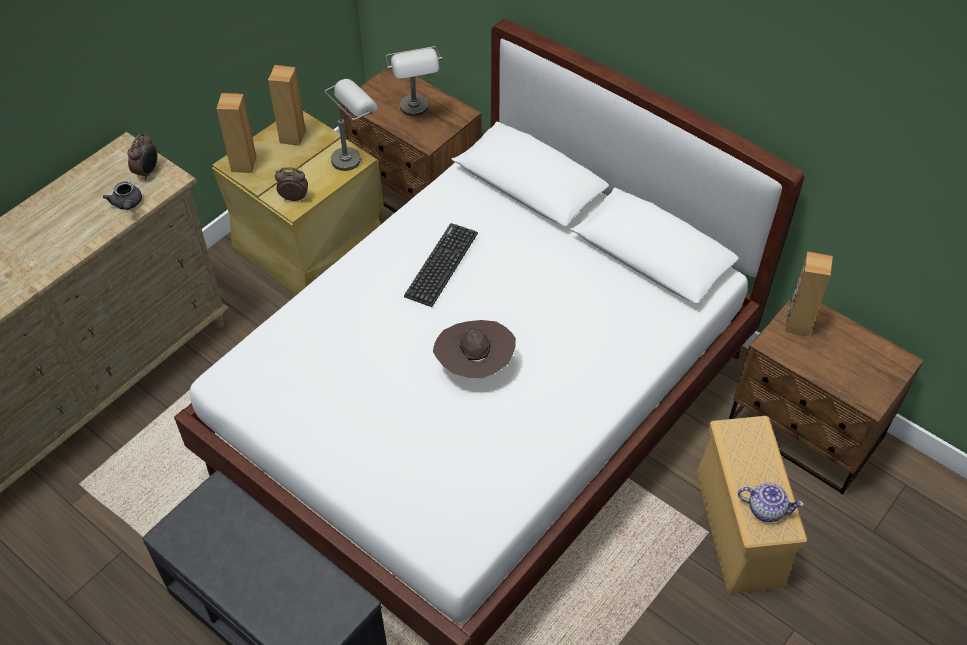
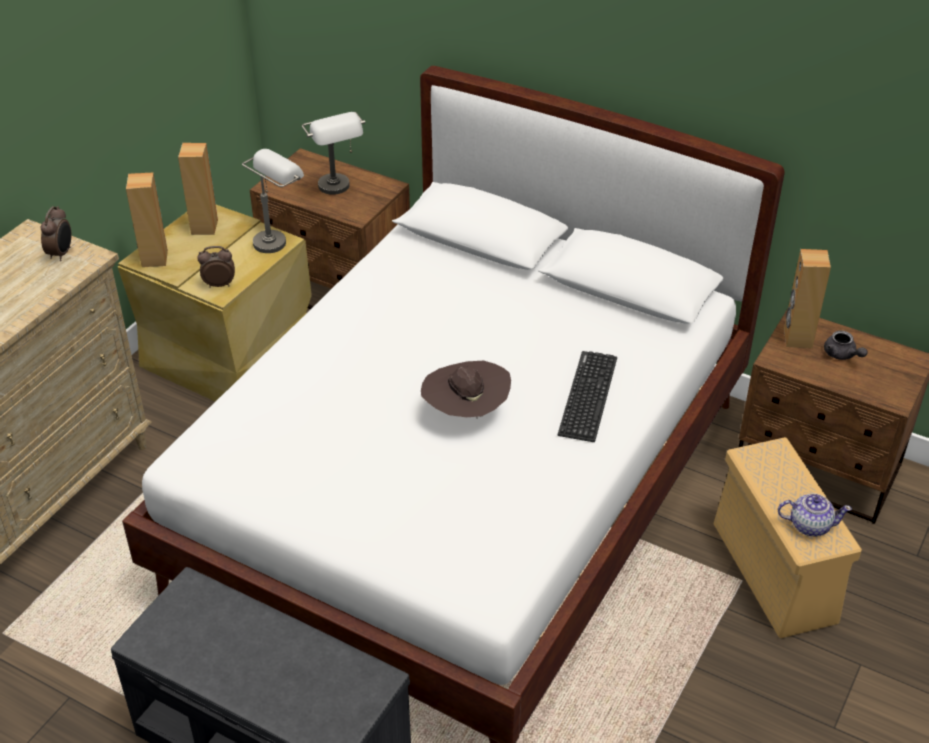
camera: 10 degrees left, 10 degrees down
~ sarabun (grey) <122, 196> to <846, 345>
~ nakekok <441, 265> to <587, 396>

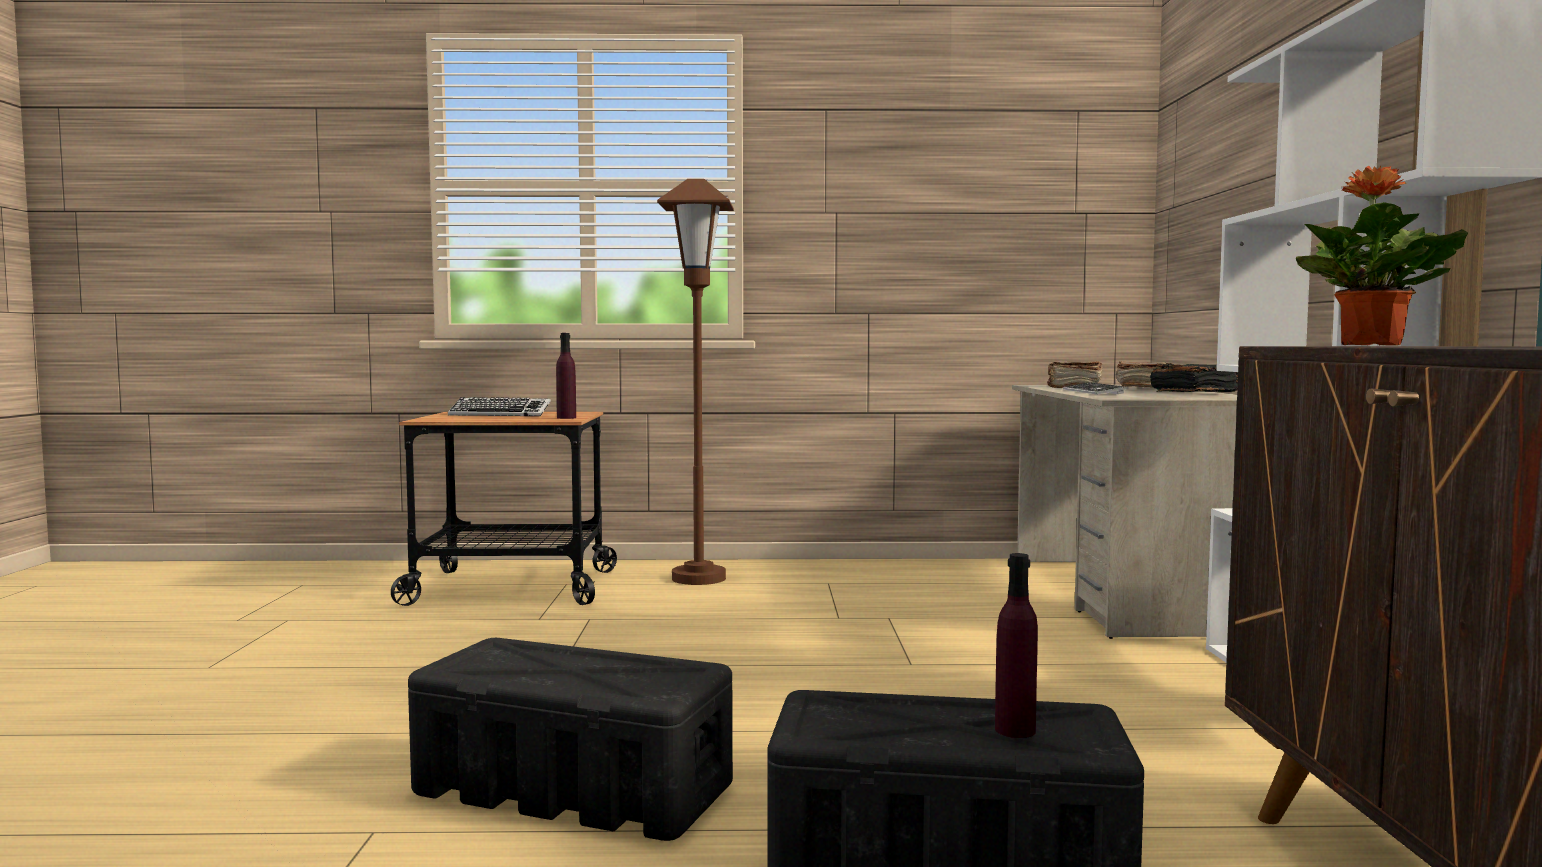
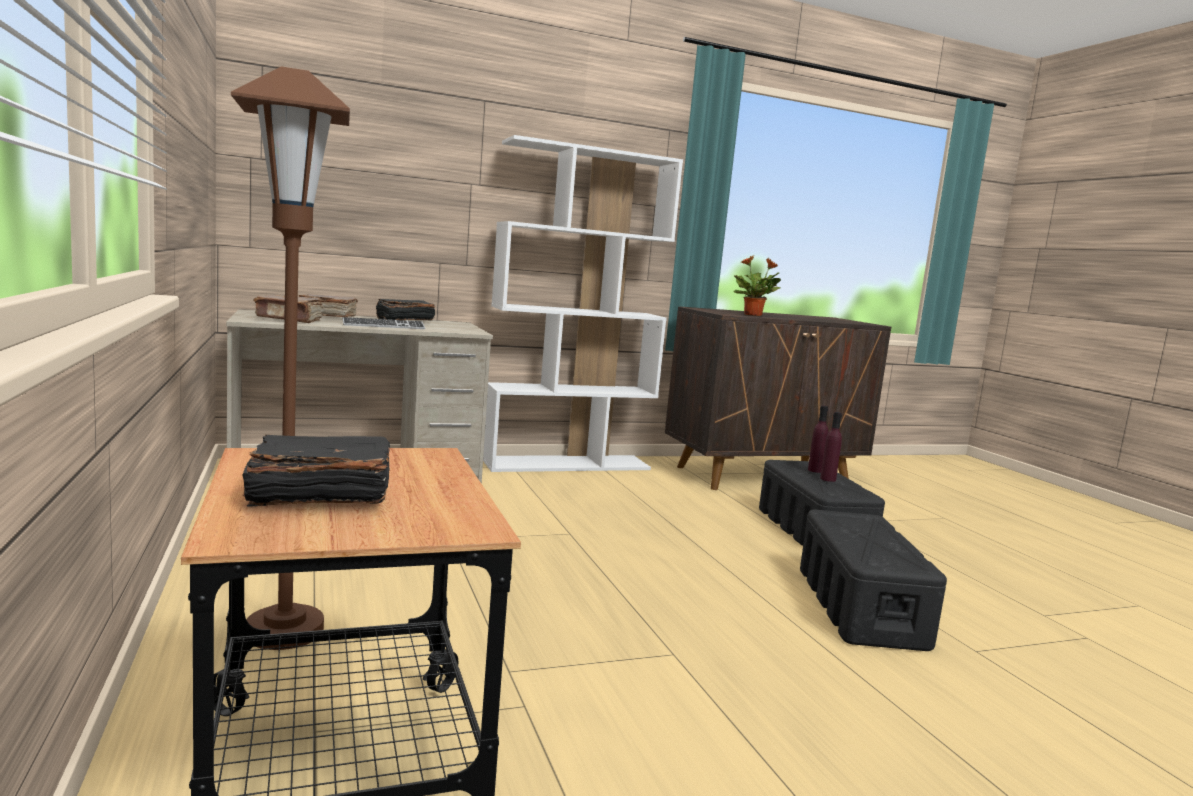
camera: 110 degrees left, 5 degrees up
~ nakekok <499, 406> to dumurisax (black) <316, 471>
~ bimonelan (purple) <566, 376> to <831, 447>

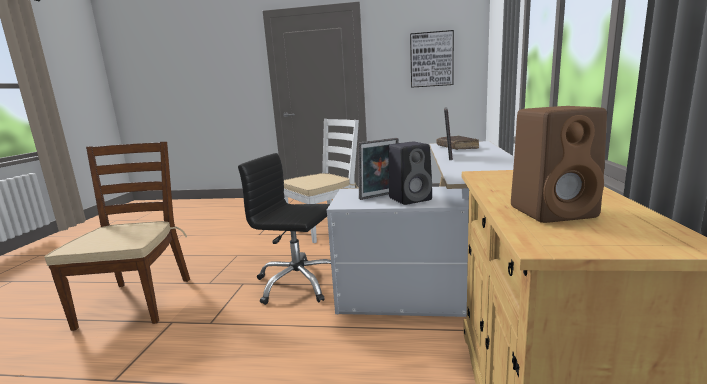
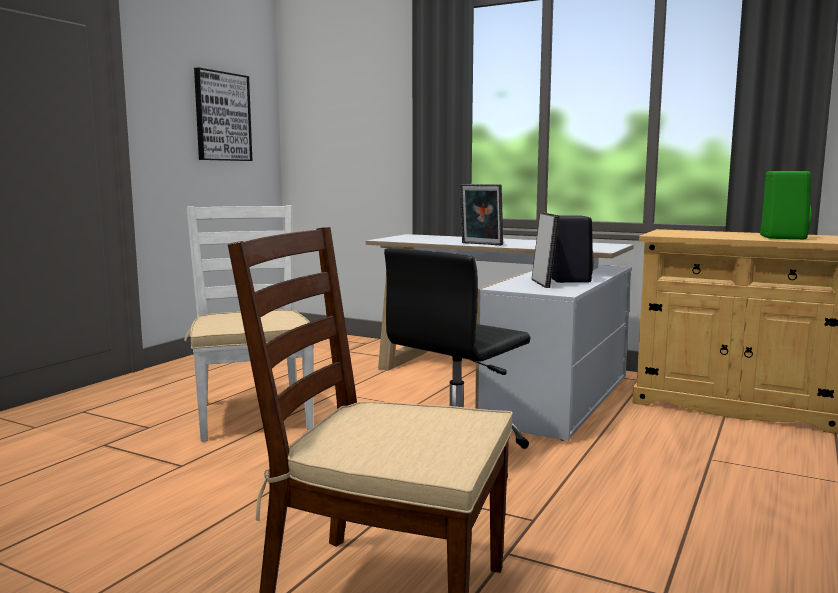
camera: 70 degrees left, 5 degrees down
- dumurisax (brown) <457, 143>
~ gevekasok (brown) <559, 164> to gevekasok (green) <785, 205>

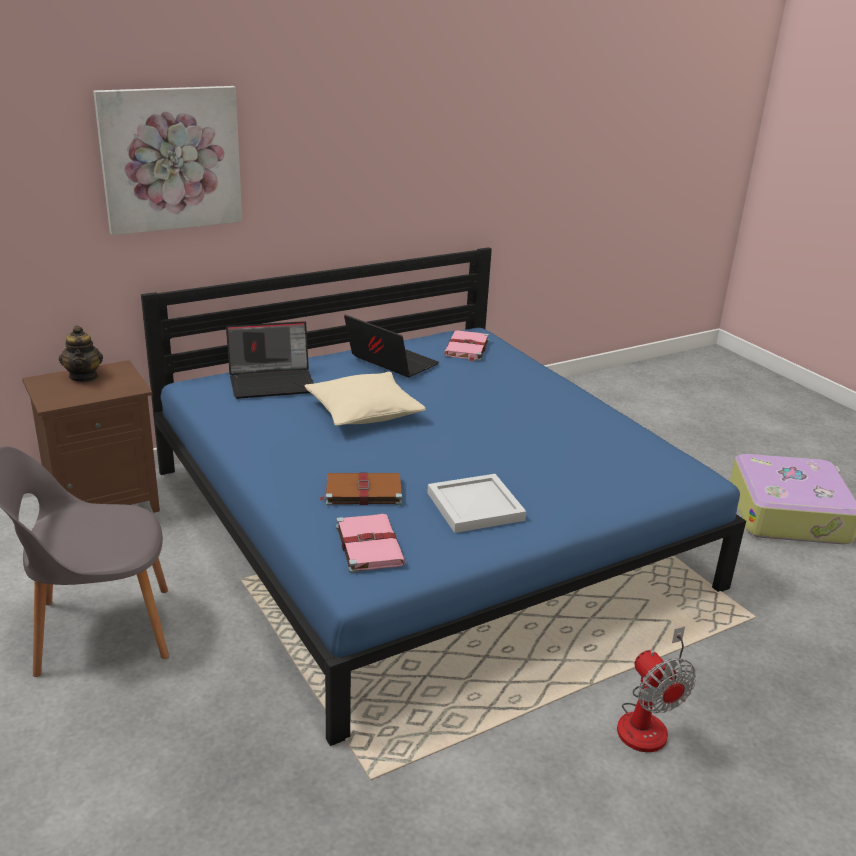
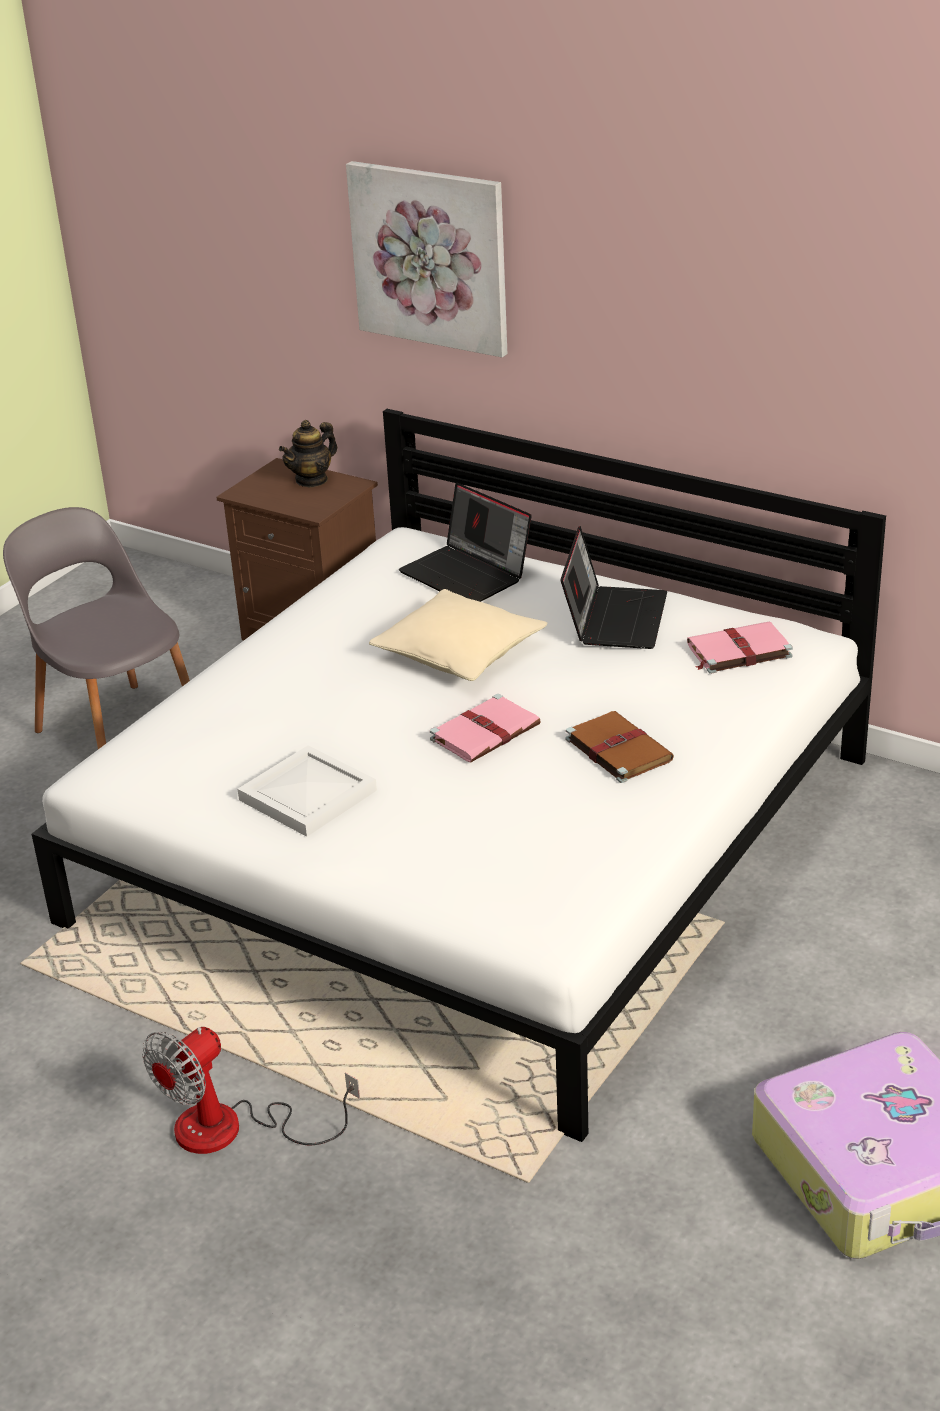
camera: 65 degrees right, 5 degrees up
~ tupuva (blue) <443, 496> to tupuva (white) <459, 775>
~ dumurisax (brown) <360, 488> to <619, 747>
~ dumurisax (pink) <370, 543> to <485, 728>

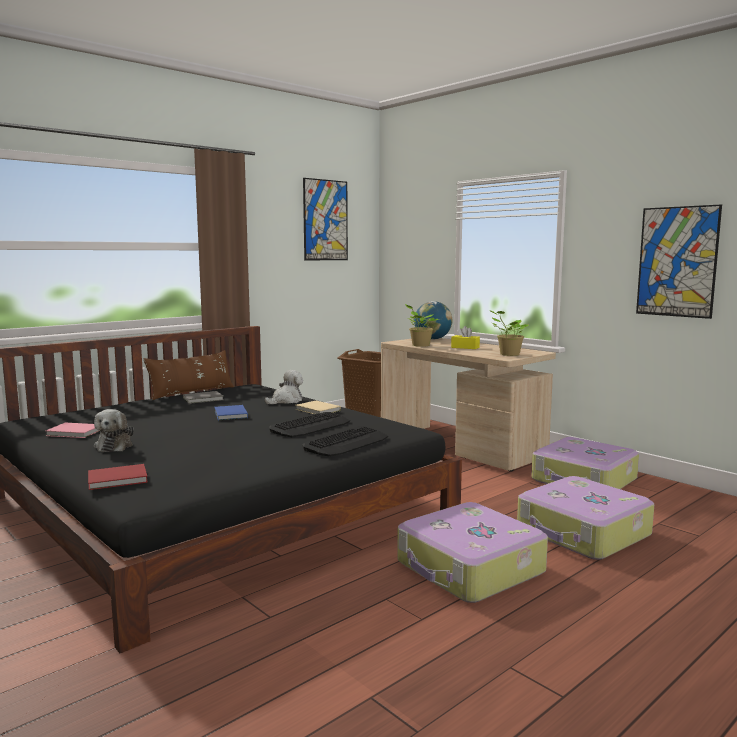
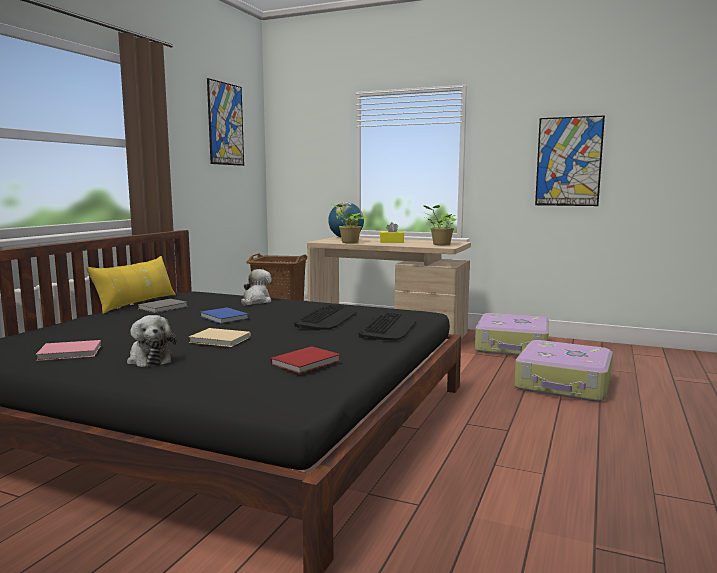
camera: 25 degrees left, 0 degrees up
~ dumurisax (red) <118, 477> to <305, 360>
~ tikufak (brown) <189, 375> to tikufak (yellow) <131, 285>
~ dumurisax (beige) <318, 407> to <220, 337>
- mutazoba <472, 552>

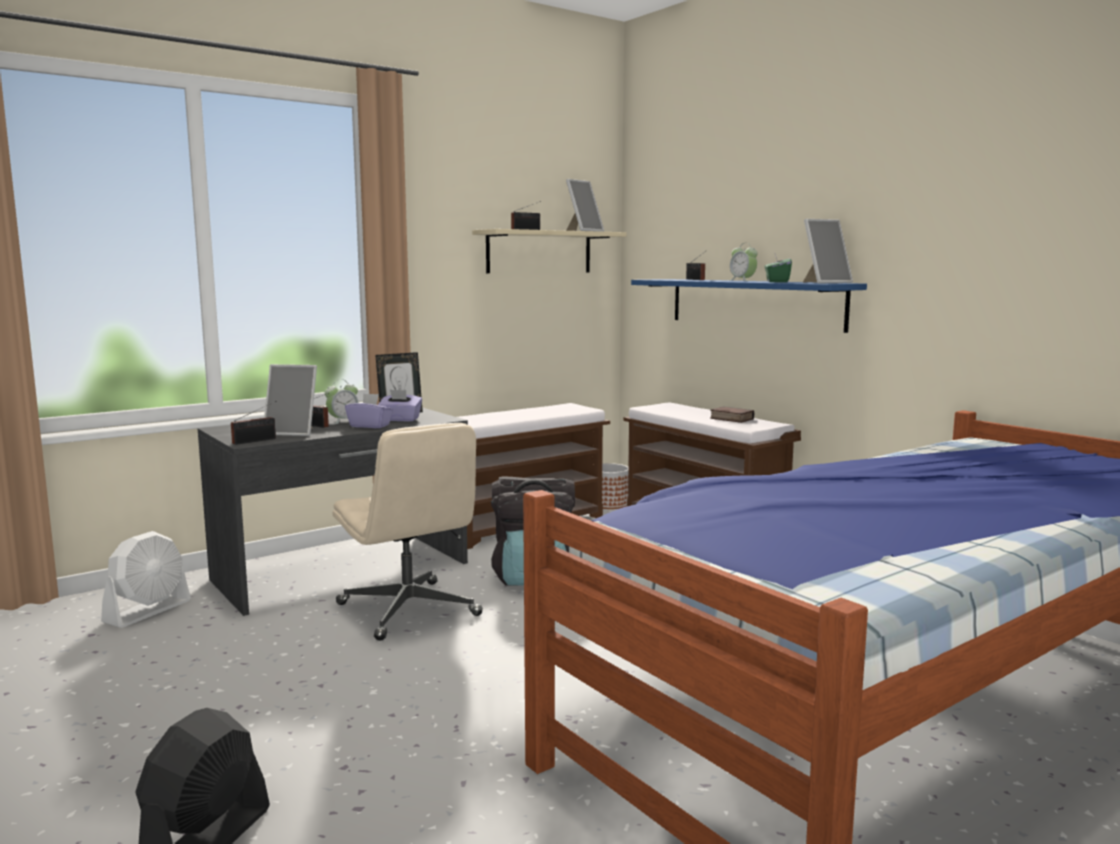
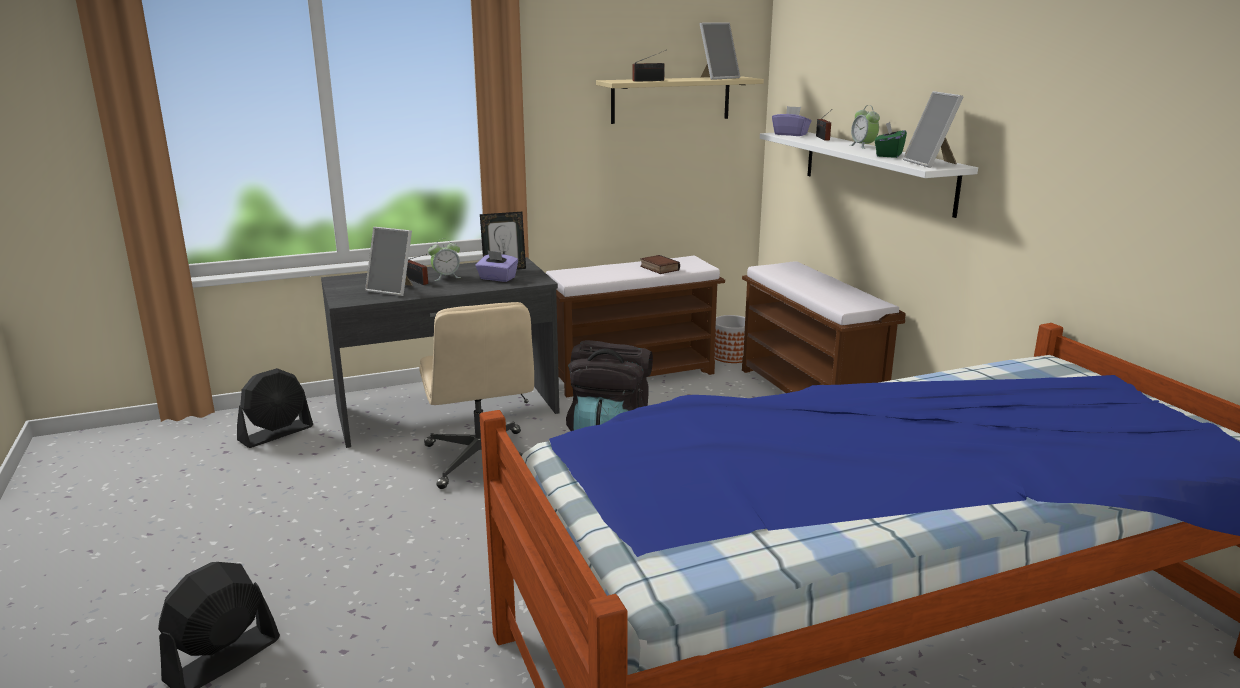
camera: 15 degrees right, 10 degrees up
~ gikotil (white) <146, 579> to gikotil (black) <275, 408>
- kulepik <253, 423>
~ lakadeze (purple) <369, 410> to <791, 121>
~ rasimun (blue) <749, 306> to rasimun (white) <869, 175>
~ dumurisax <732, 414> to <660, 264>
~ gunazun <828, 251> = <933, 129> 90 degrees clockwise

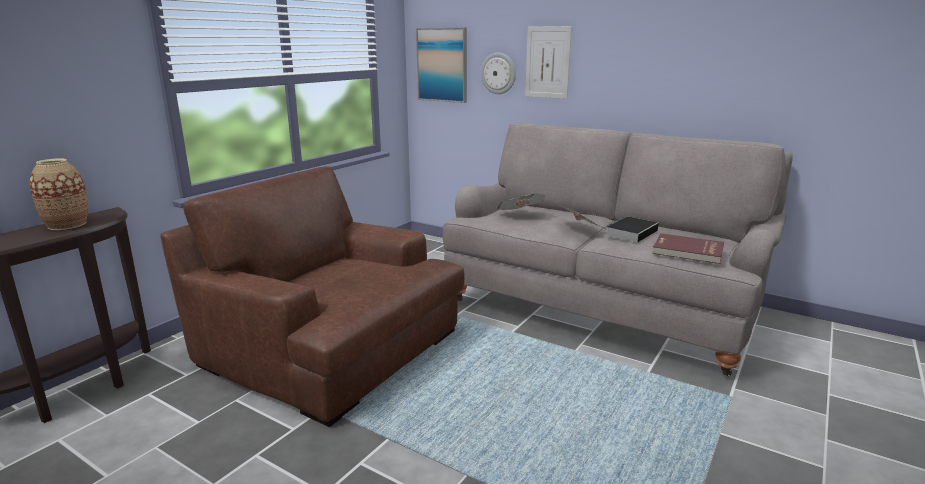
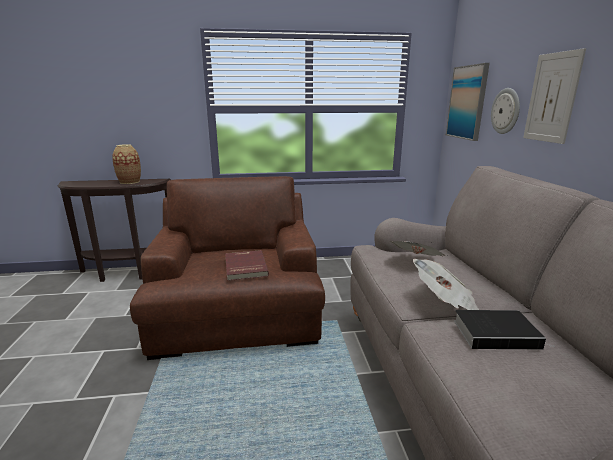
camera: 50 degrees right, 0 degrees up
~ dumurisax (red) <688, 248> to <247, 265>

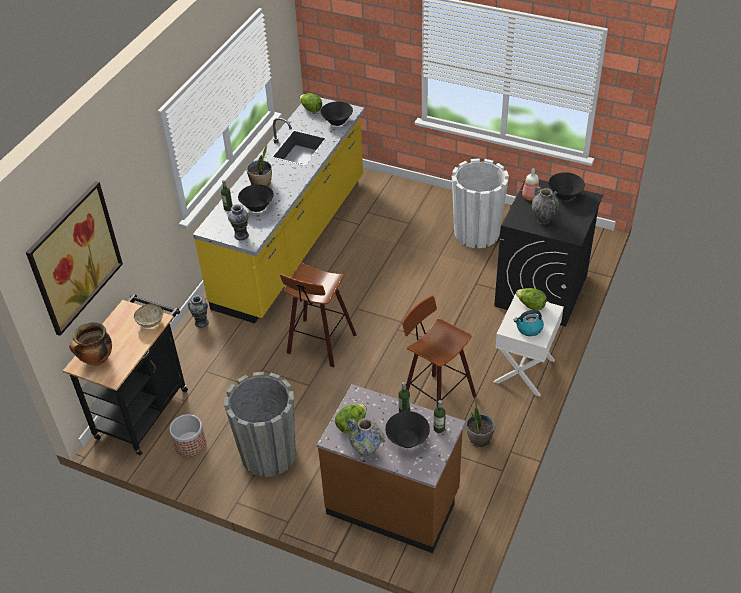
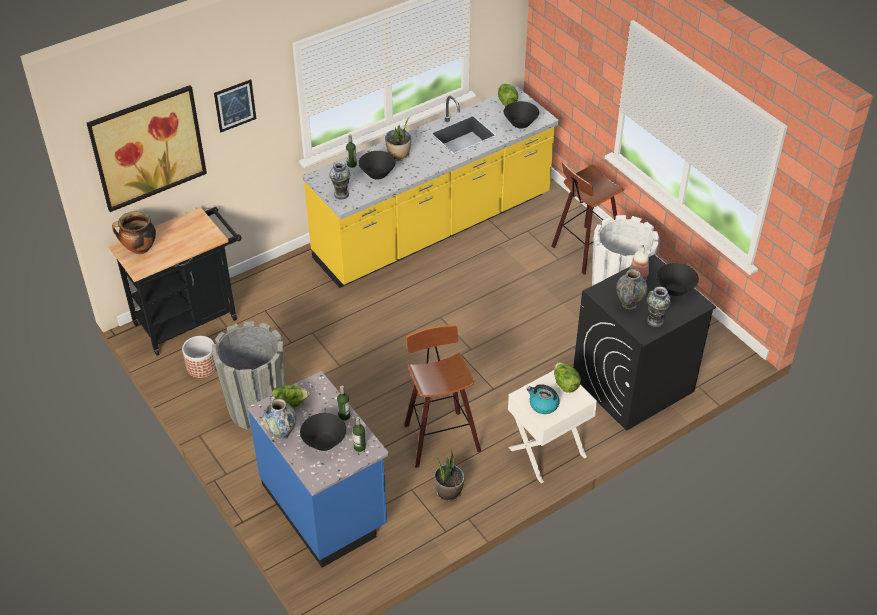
camera: 30 degrees right, 0 degrees up
- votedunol <148, 316>
~ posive <198, 311> to <659, 307>
~ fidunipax <318, 315> to <587, 218>
~ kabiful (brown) <391, 468> to kabiful (blue) <318, 469>
+ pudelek <235, 106>

